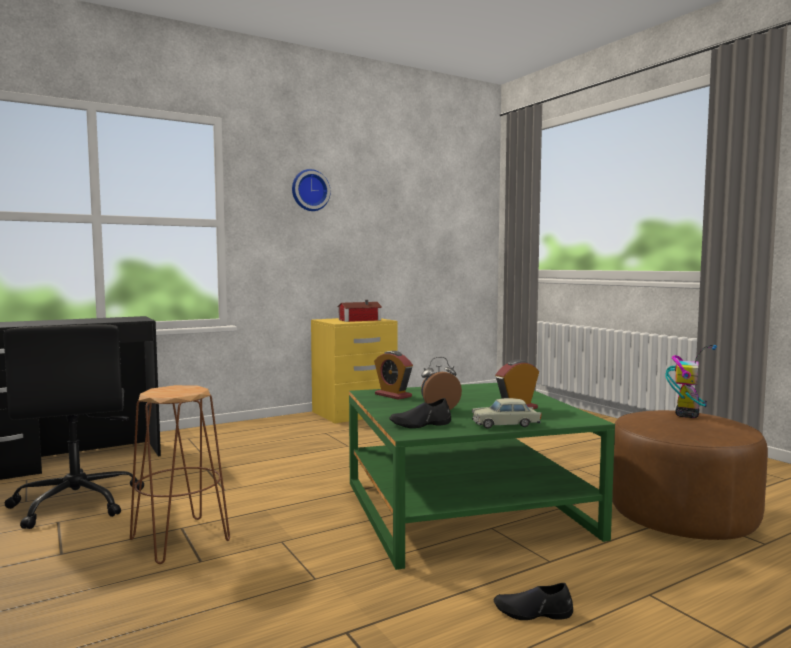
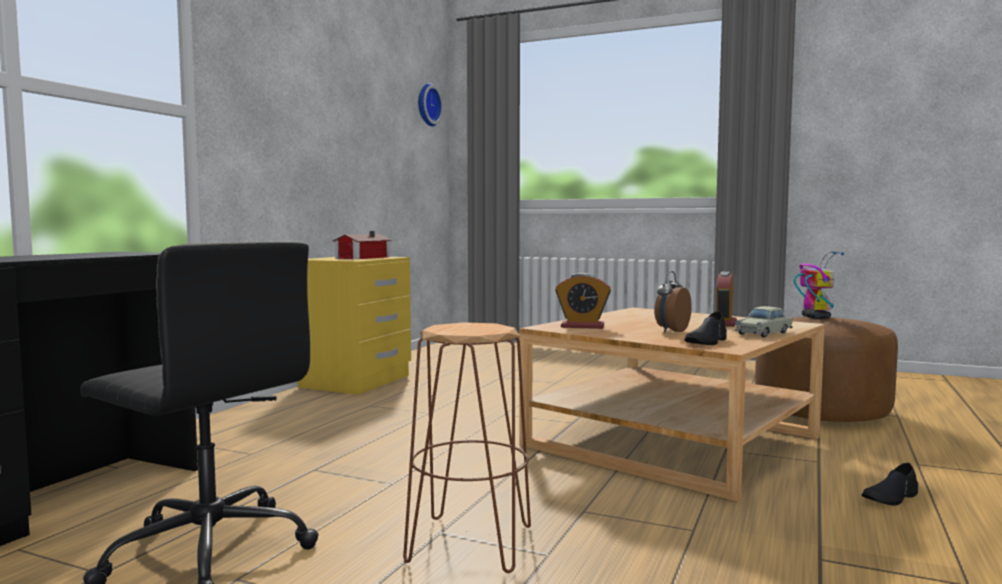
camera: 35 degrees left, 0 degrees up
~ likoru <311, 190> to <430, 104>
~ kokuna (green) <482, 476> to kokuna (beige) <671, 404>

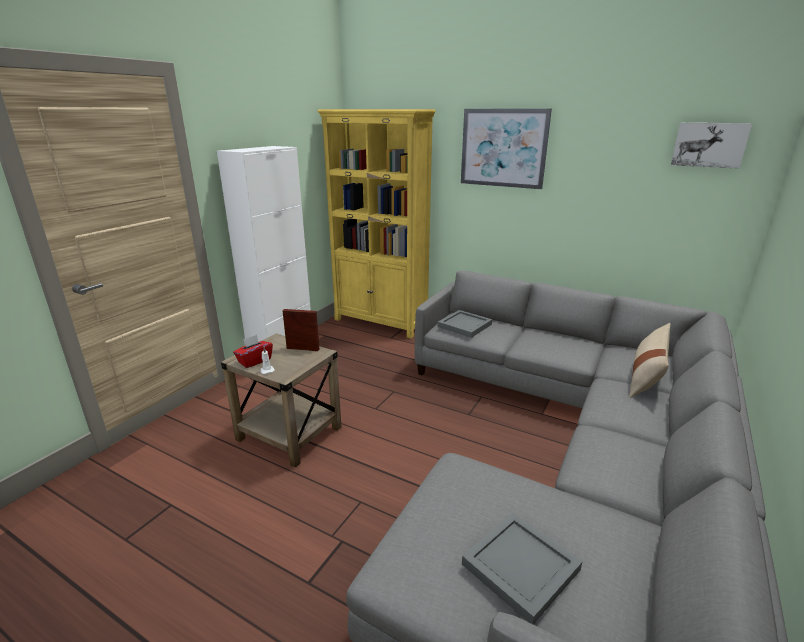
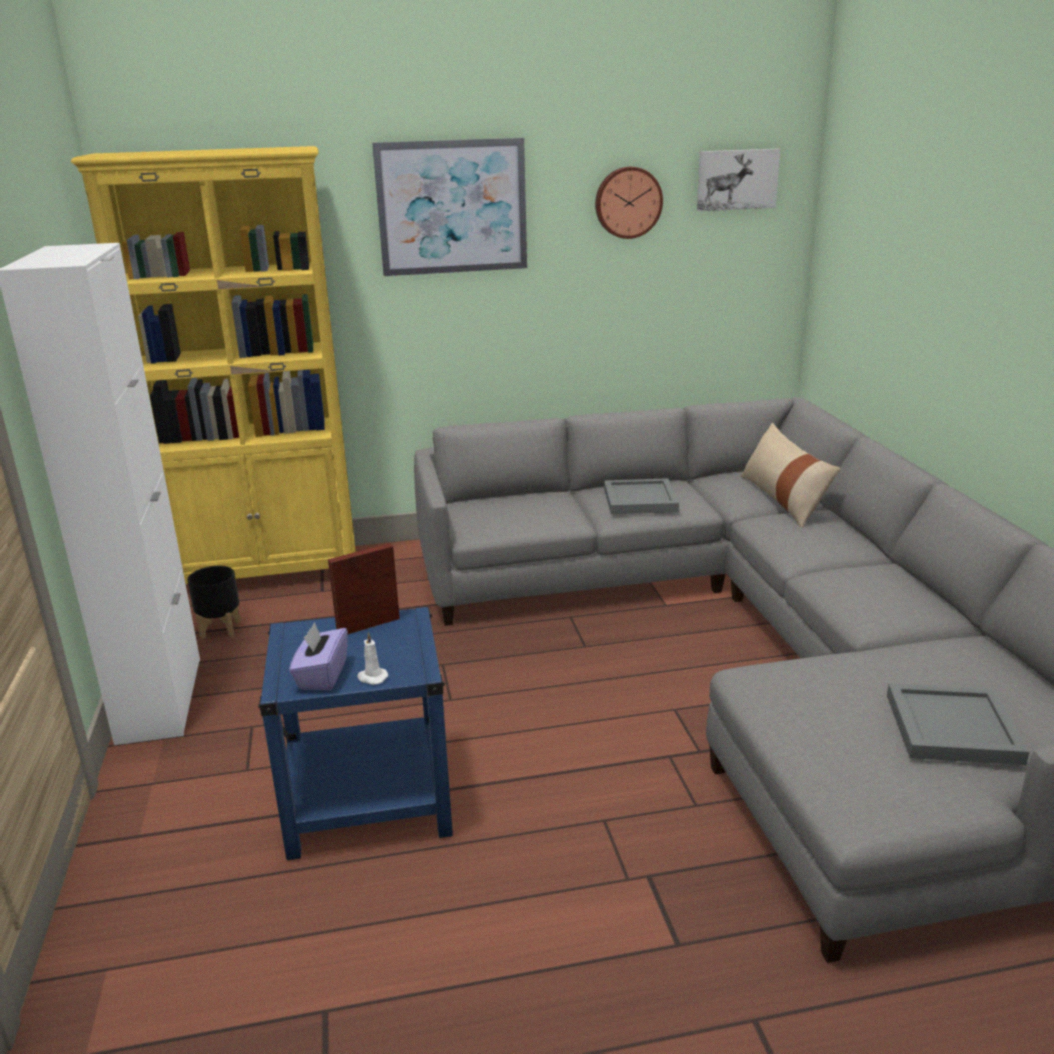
camera: 40 degrees left, 0 degrees up
~ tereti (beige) <281, 400> to tereti (blue) <355, 733>
~ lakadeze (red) <253, 351> to lakadeze (purple) <318, 656>
~ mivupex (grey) <465, 324> to <641, 496>
+ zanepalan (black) <214, 602>
+ likoru <629, 203>

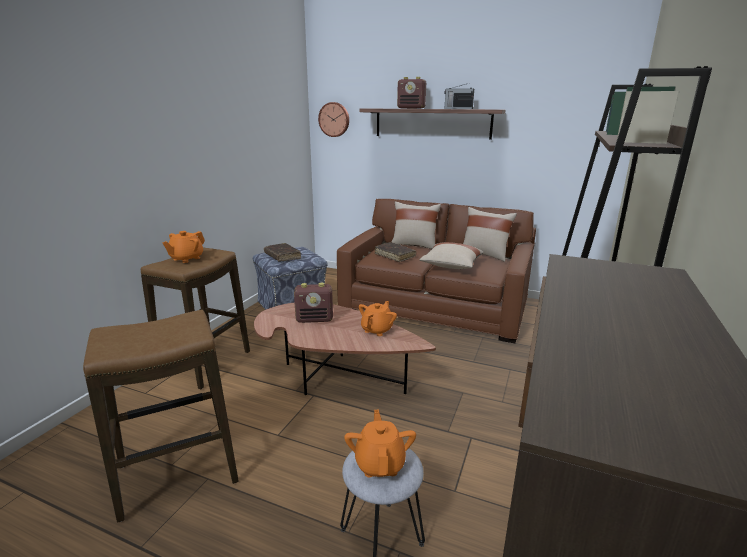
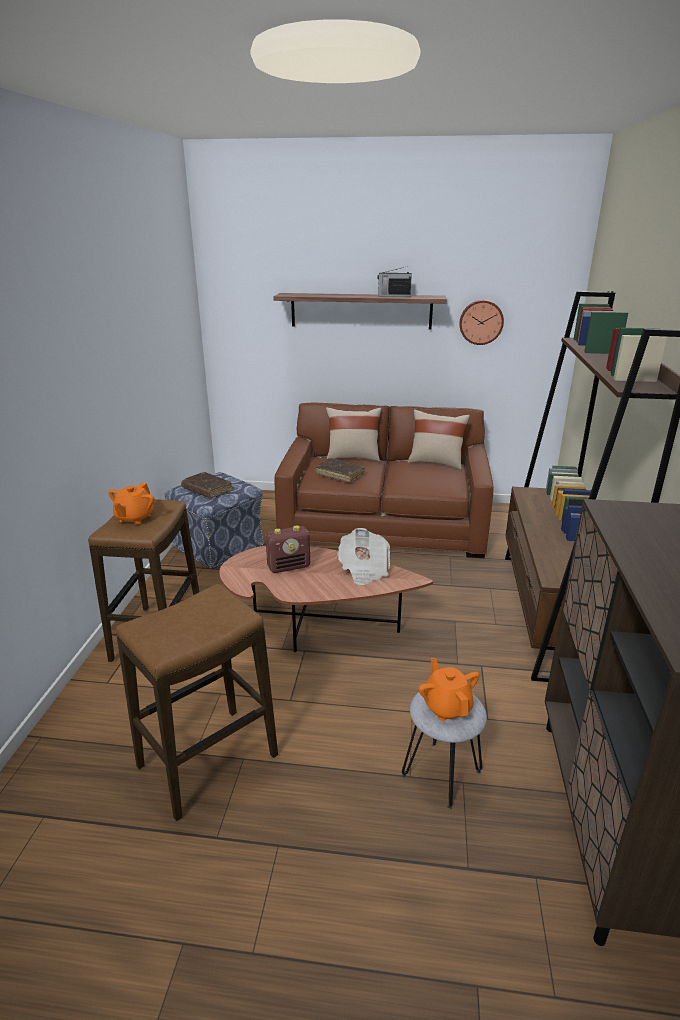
camera: 15 degrees left, 5 degrees up
~ likoru <333, 119> to <481, 322>
~ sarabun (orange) <378, 318> to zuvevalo <363, 556>
- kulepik <411, 93>
- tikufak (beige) <451, 255>

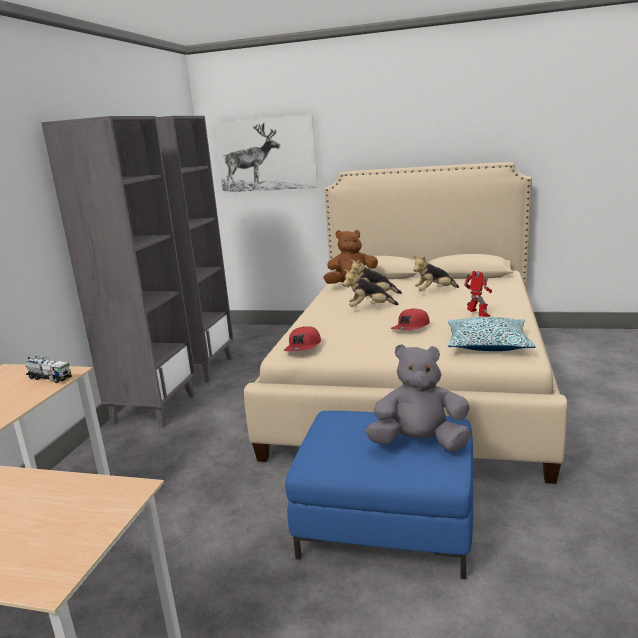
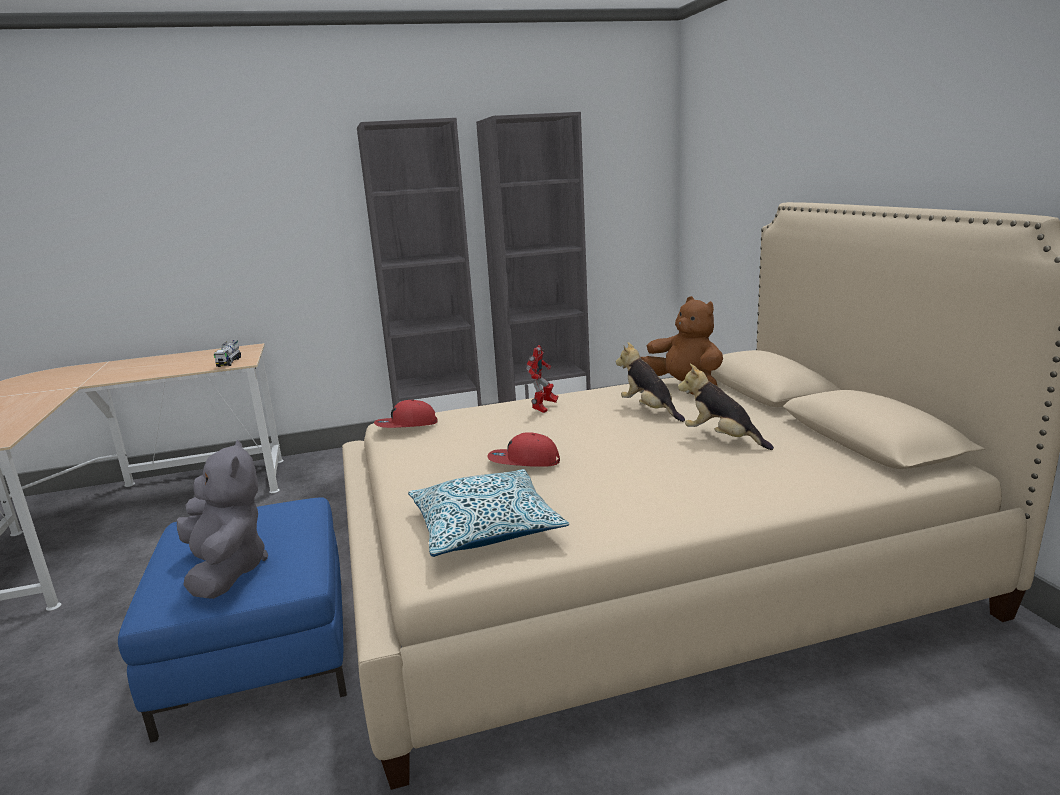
camera: 60 degrees right, 0 degrees up
- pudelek <266, 154>
- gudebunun <371, 288>
~ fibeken <478, 294> to <542, 379>

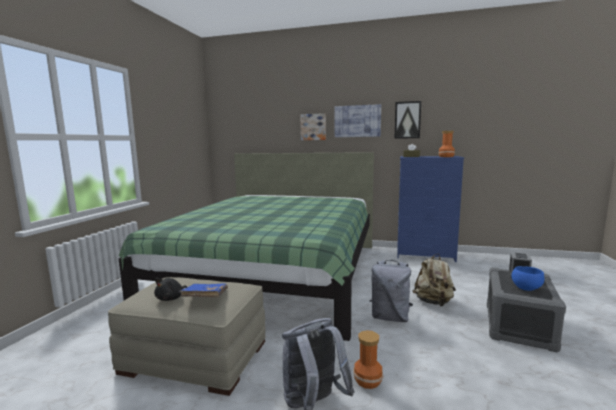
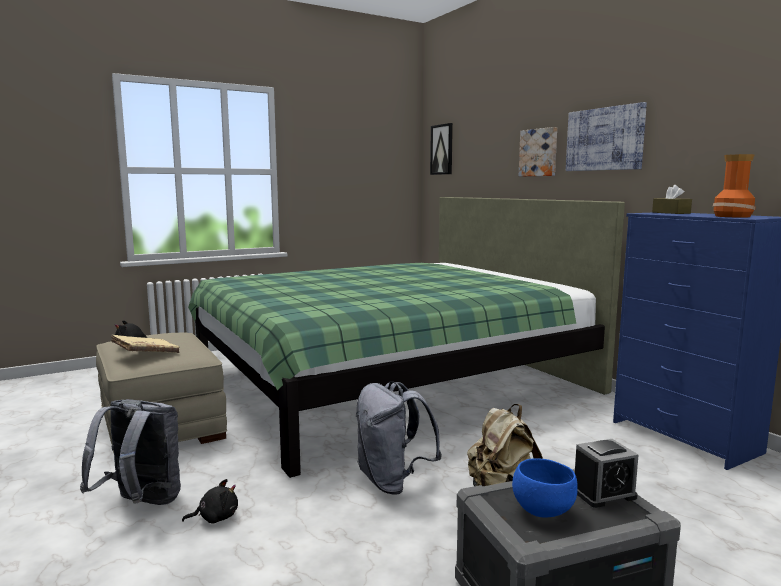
camera: 45 degrees right, 0 degrees up
~ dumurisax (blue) <204, 290> to dumurisax (beige) <144, 344>
~ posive <368, 359> to gudebunun (black) <210, 501>
~ pudelek <408, 120> to <441, 149>

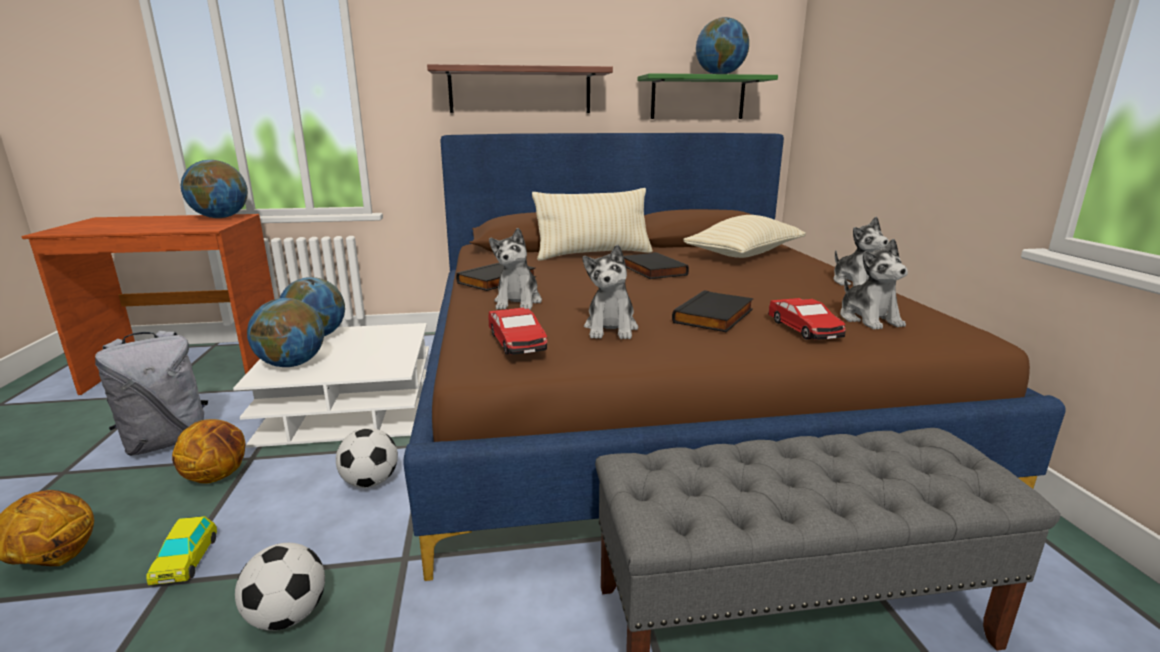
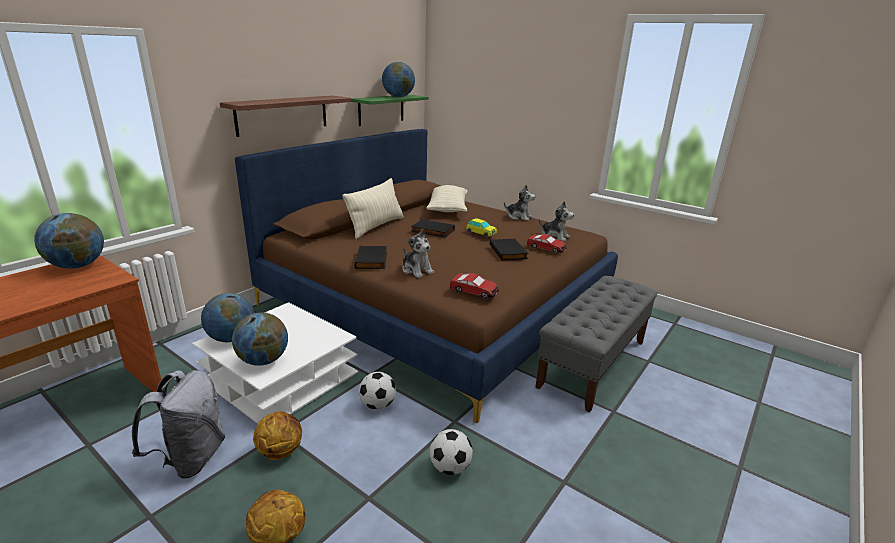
camera: 45 degrees left, 5 degrees up
~ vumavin <181, 550> to <481, 227>
- gudebunun <610, 292>

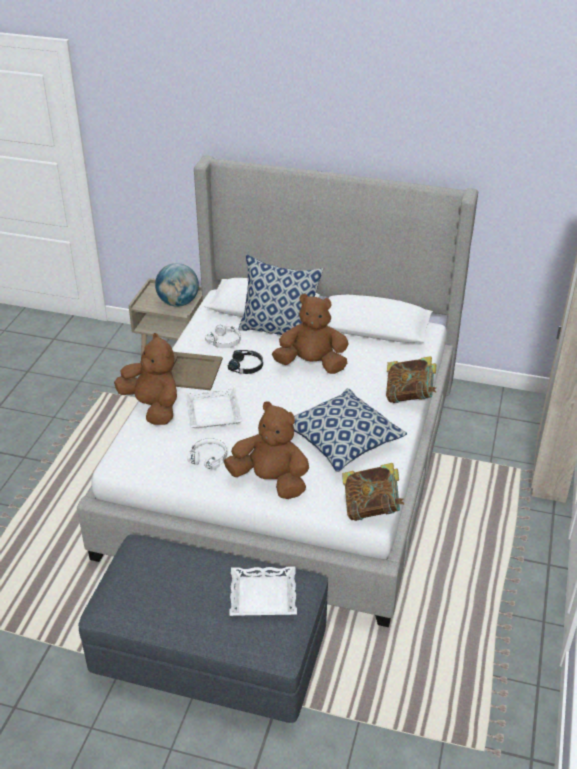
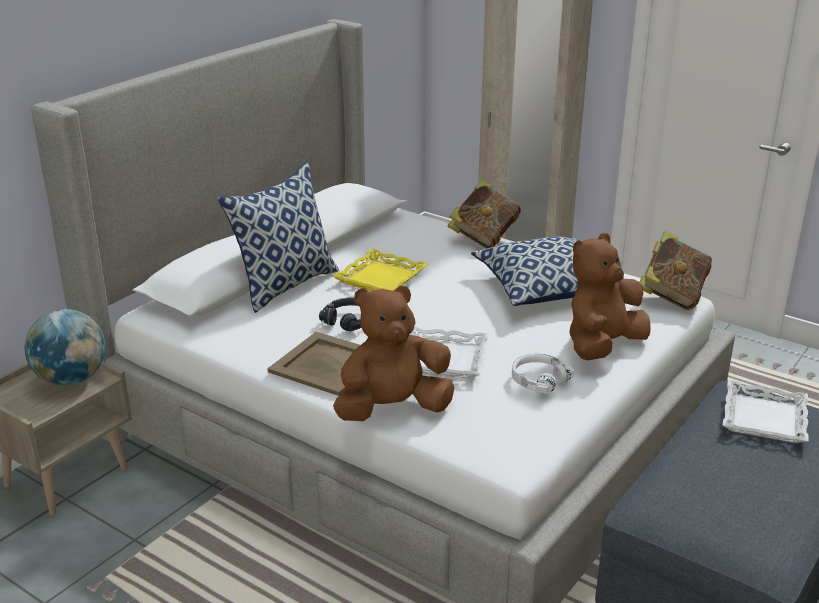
camera: 70 degrees left, 10 degrees down
- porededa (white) <223, 336>
~ gudebunun (brown) <310, 334> to mivupex (yellow) <380, 270>

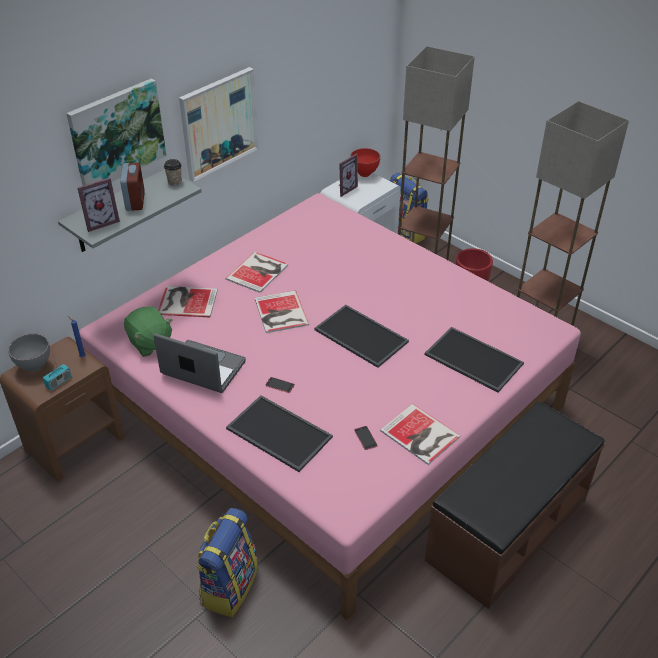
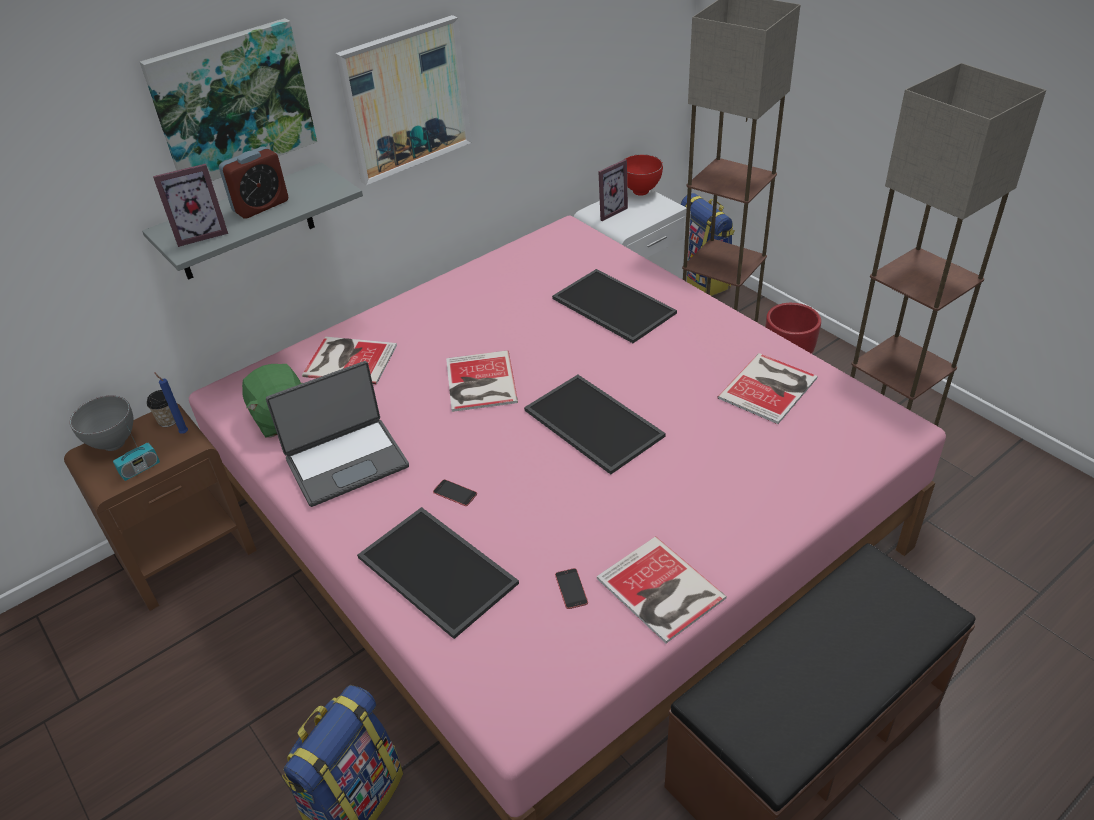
camera: 10 degrees right, 0 degrees up
~ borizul <132, 186> = <253, 182> 45 degrees clockwise
~ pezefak <200, 363> = <337, 434> 120 degrees clockwise
~ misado <173, 172> to <161, 408>
~ dumurisax <257, 272> to <767, 388>
~ mivupex <474, 360> to <614, 306>

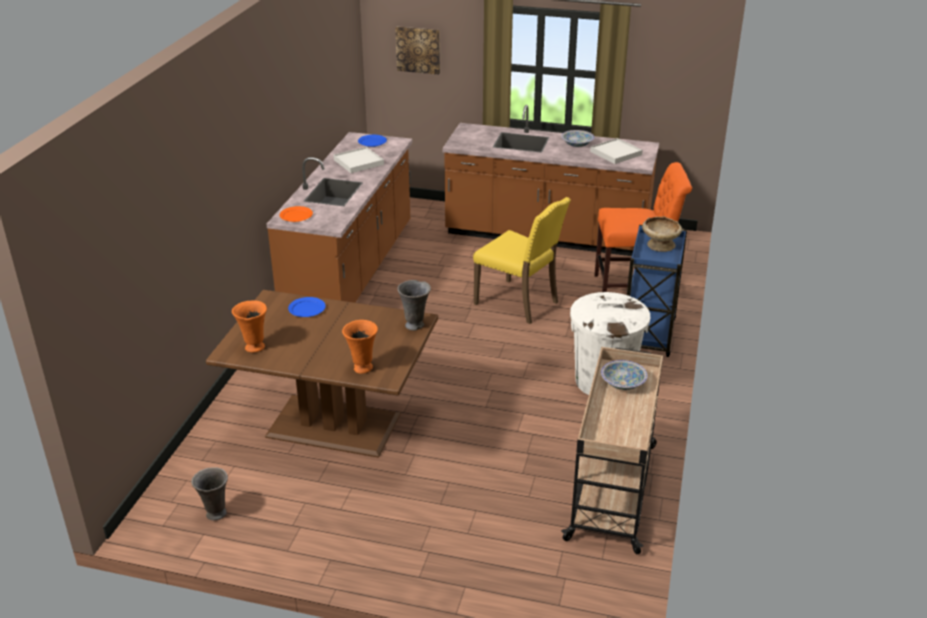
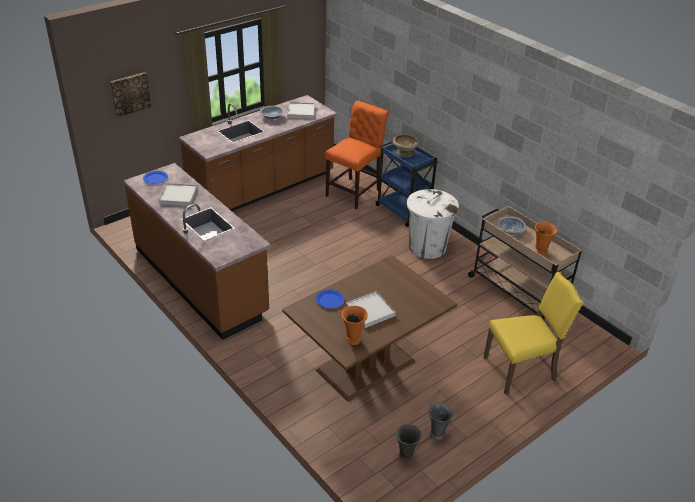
camera: 55 degrees left, 5 degrees up
- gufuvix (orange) <296, 214>
~ posive (orange) <360, 347> to <545, 239>
~ posive (grey) <414, 305> to <441, 421>
~ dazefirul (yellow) <522, 260> to <533, 333>
+ mivupex (white) <371, 309>

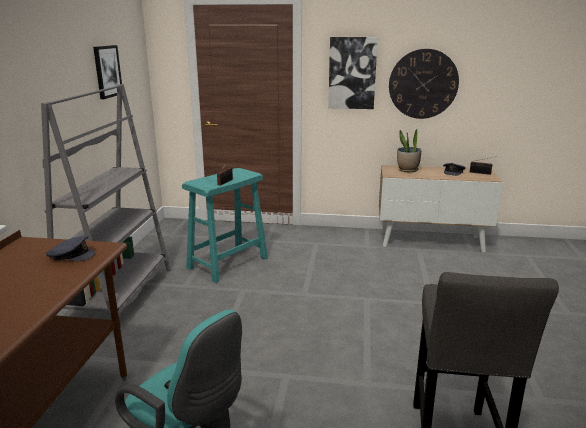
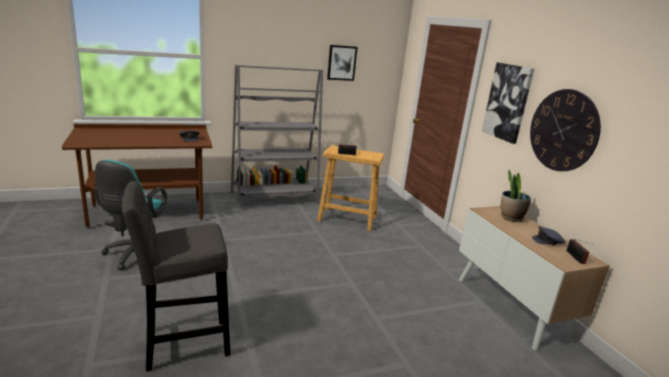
camera: 60 degrees right, 0 degrees up
~ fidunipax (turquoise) <225, 225> to fidunipax (beige) <350, 188>

